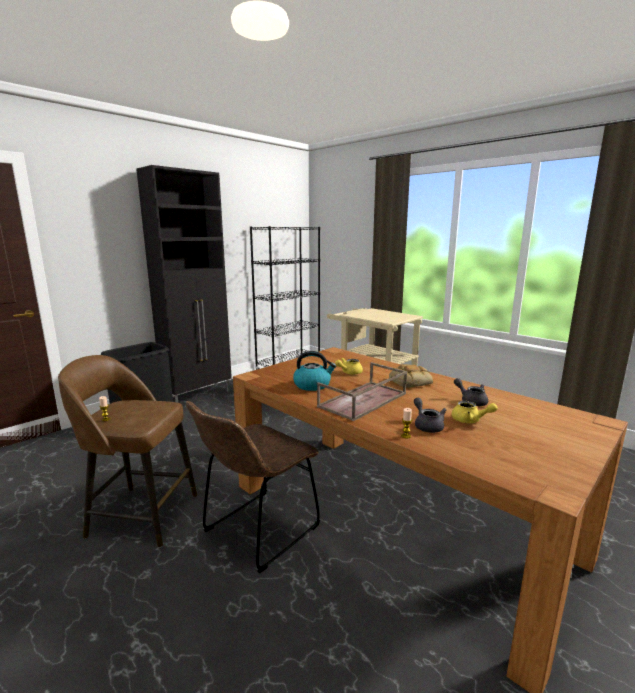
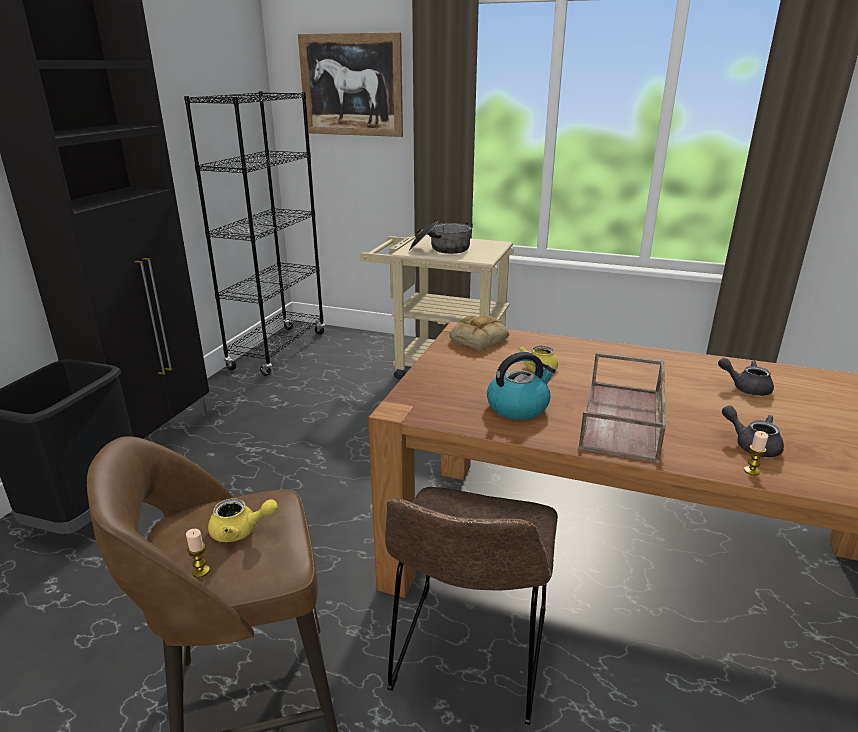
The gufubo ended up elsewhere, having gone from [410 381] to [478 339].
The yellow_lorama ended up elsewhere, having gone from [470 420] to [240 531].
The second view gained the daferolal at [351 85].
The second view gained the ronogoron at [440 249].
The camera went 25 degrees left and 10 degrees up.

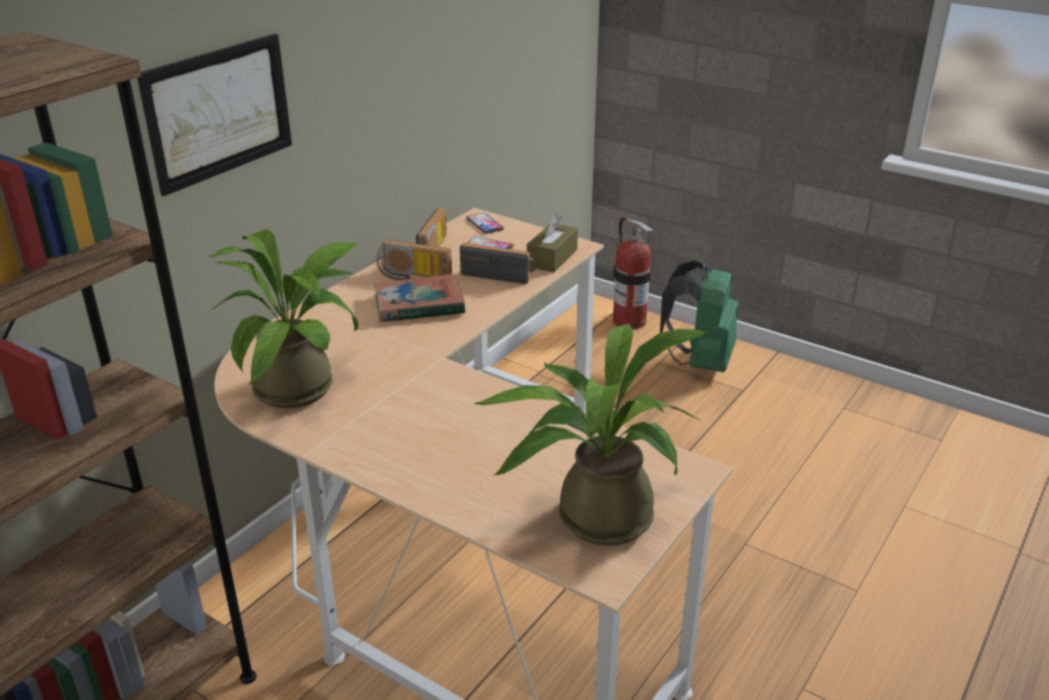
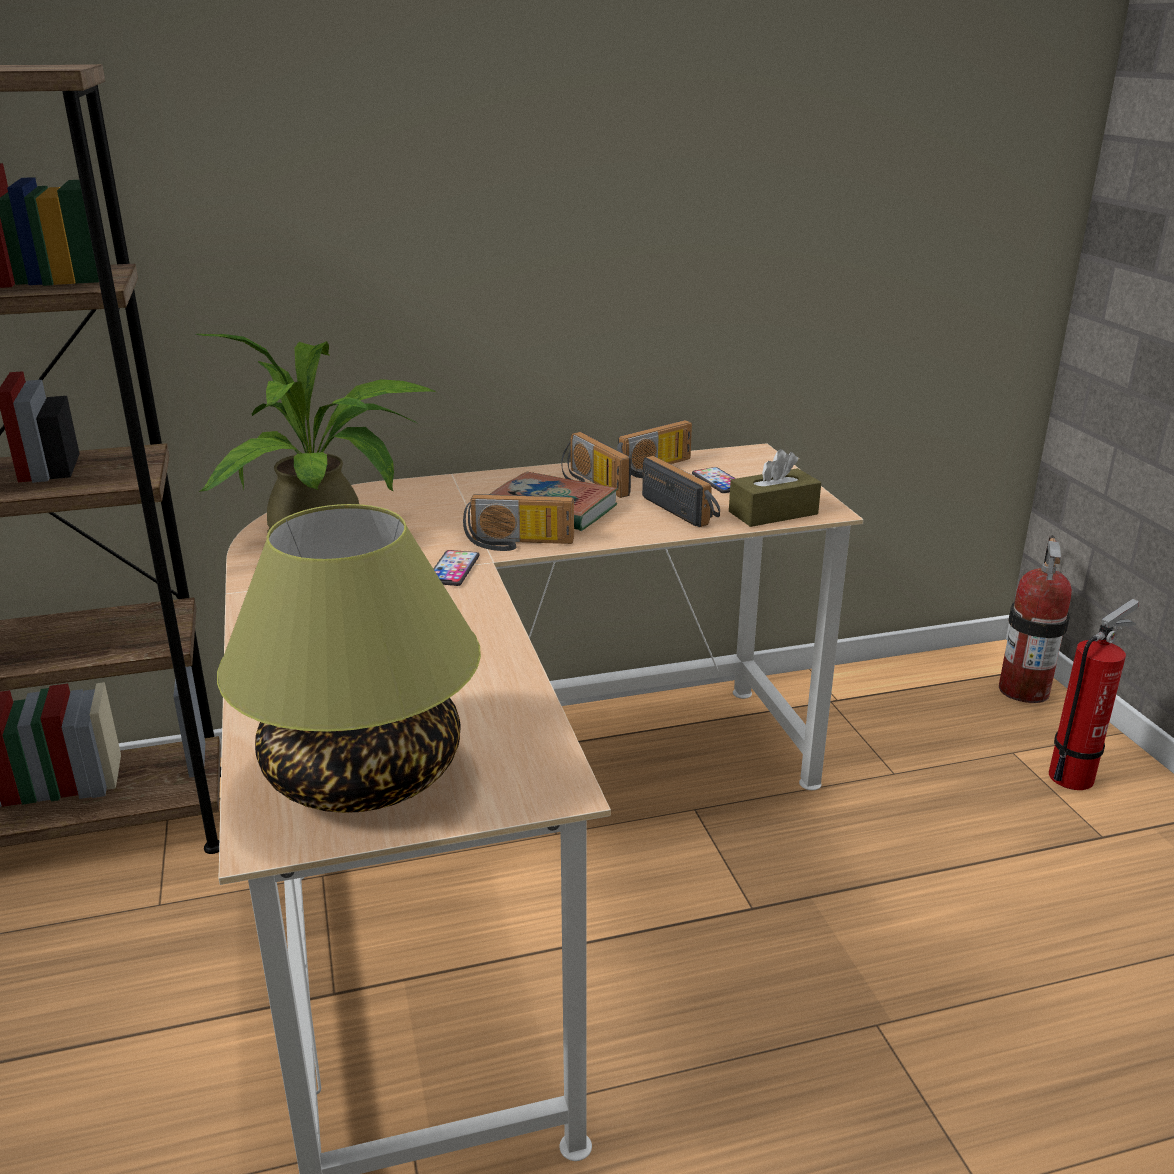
The second view lost the daferolal at [219 112].
The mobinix ended up elsewhere, having gone from [484 224] to [453 569].
Where the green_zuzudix stood at [700 361], the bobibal came to stand at [1075 775].
Where the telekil stood at [592 516], the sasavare came to stand at [364 773].
The second view gained the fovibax at [518 544].
The camera went 40 degrees right and 5 degrees down.

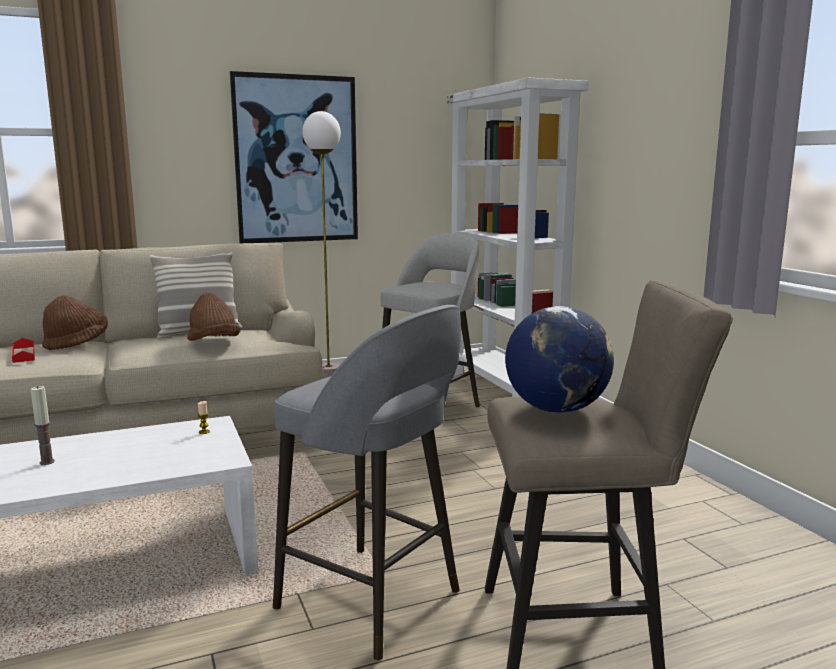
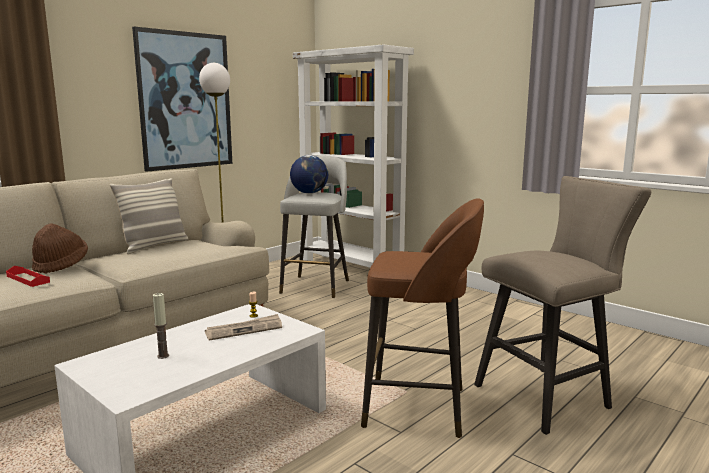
The second view lost the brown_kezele at [214 343].
What was the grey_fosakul at [372 601] turned into the brown_fosakul at [418 408].
The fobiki ended up elsewhere, having gone from [556 409] to [309 193].
The second view gained the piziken at [244 330].
The camera went 25 degrees left and 0 degrees up.

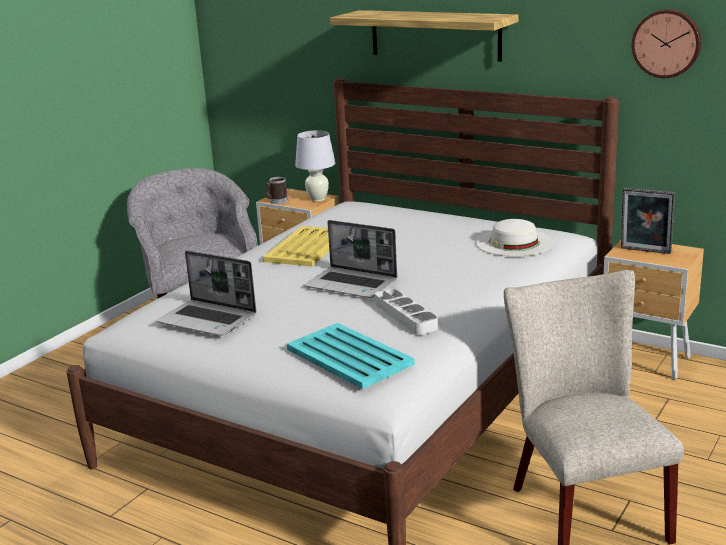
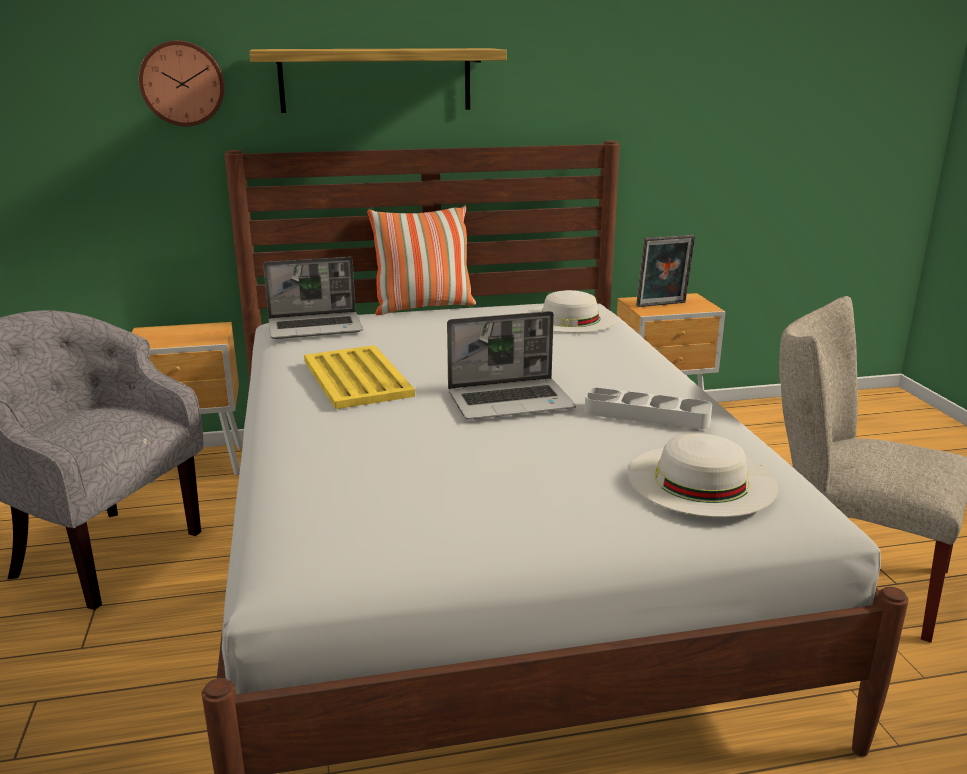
The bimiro ended up elsewhere, having gone from [667 43] to [183 83].
The second view lost the white_sasavare at [318 199].
The second view lost the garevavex at [277 201].
The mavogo ended up elsewhere, having gone from [209 319] to [316 327].
Where the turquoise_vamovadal stood at [349 357], the white_kezele came to stand at [701 480].
The second view gained the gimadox at [423 307].
The camera went 45 degrees left and 0 degrees up.

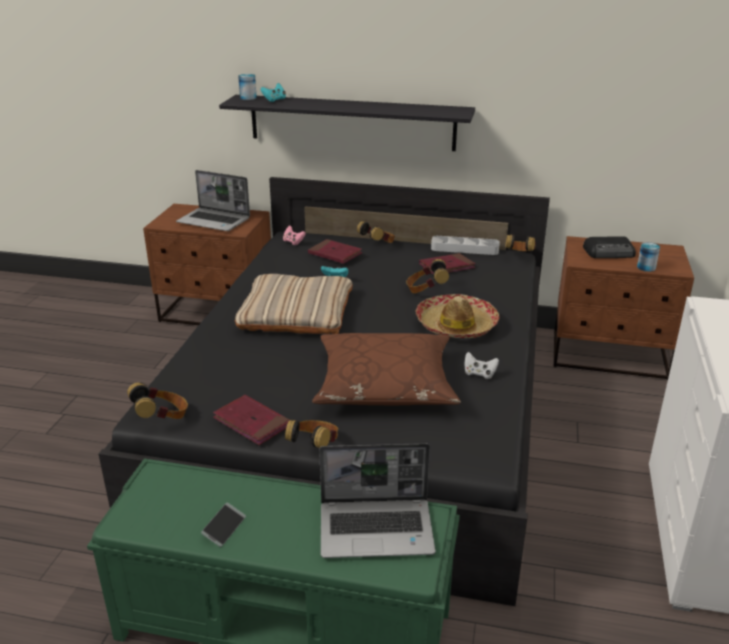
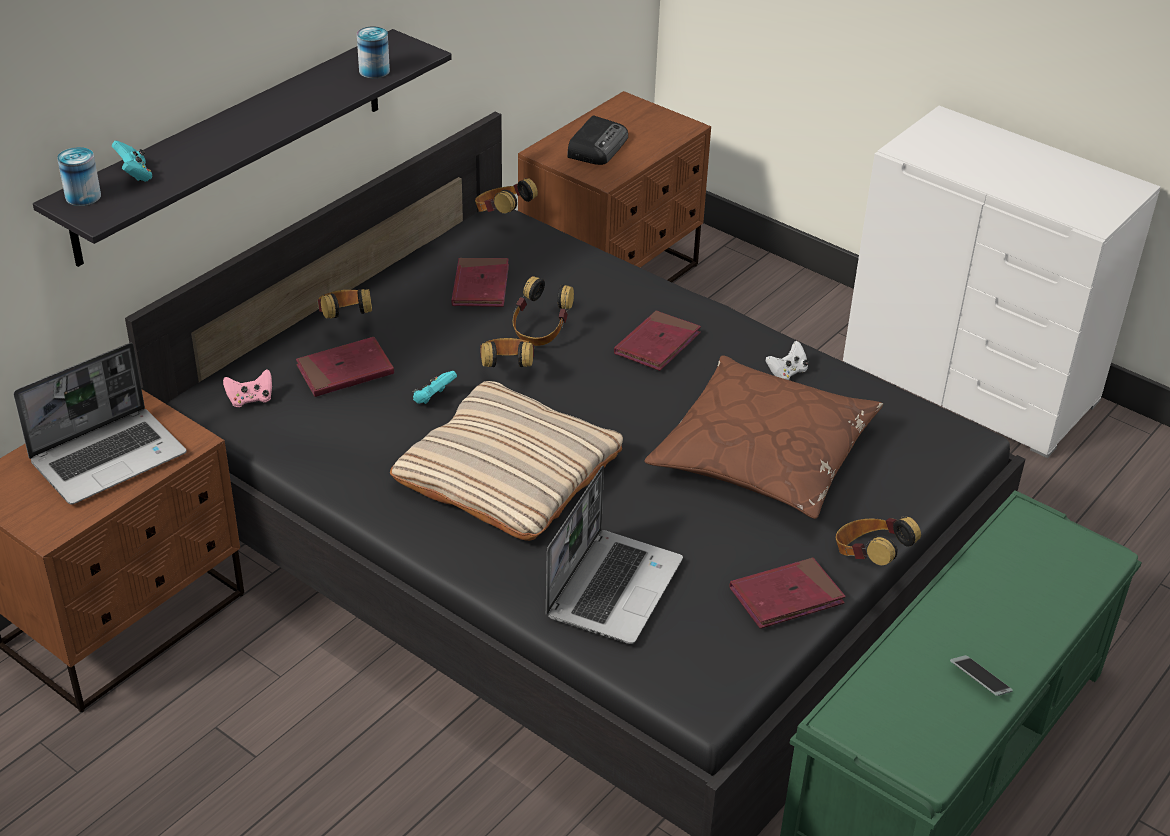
The second view lost the grey_vamovadal at [464 249].
The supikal ended up elsewhere, having gone from [646 267] to [374 71].
Where the kezele stood at [456 325], the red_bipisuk came to stand at [657 344].
The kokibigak ended up elsewhere, having gone from [162 418] to [507 370].
The mavogo ended up elsewhere, having gone from [377 529] to [613 587].
The camera went 65 degrees left and 10 degrees up.

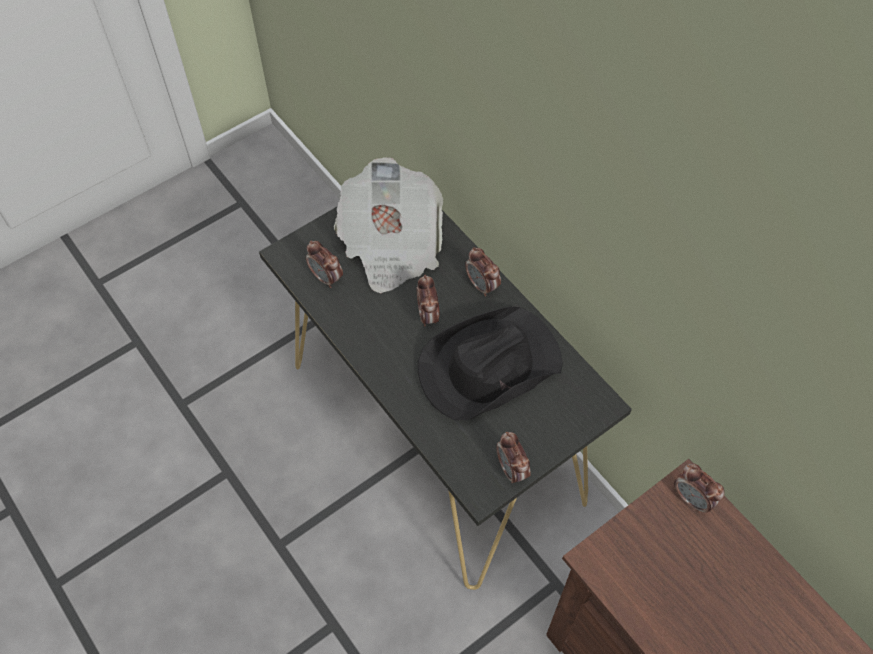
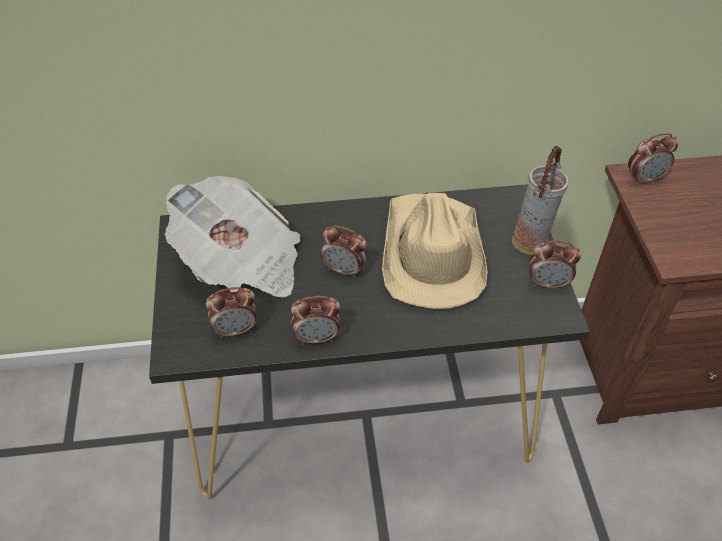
The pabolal ended up elsewhere, having gone from [482 285] to [317 338].
What was the black_kezele at [488 367] turned into the beige_kezele at [431 253].
The second view gained the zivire at [531 243].
The camera went 60 degrees left and 10 degrees down.

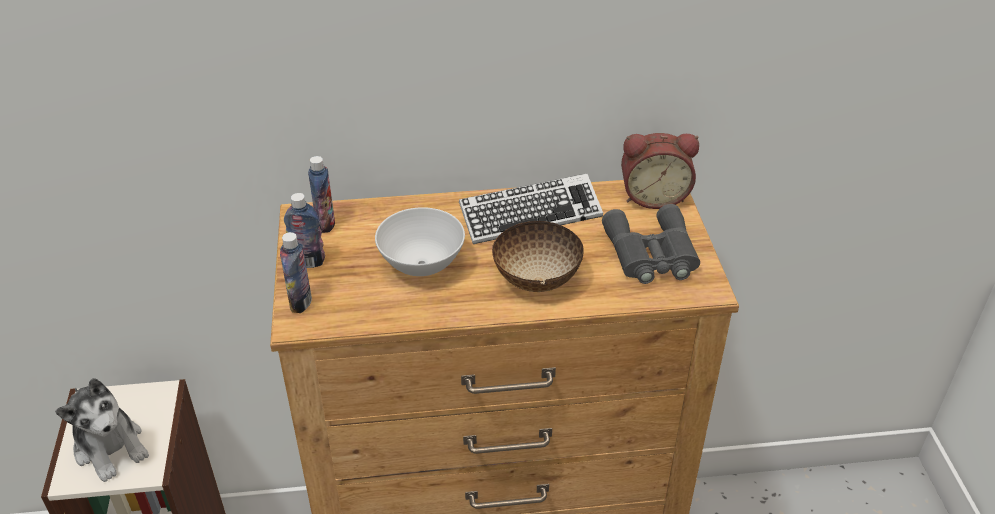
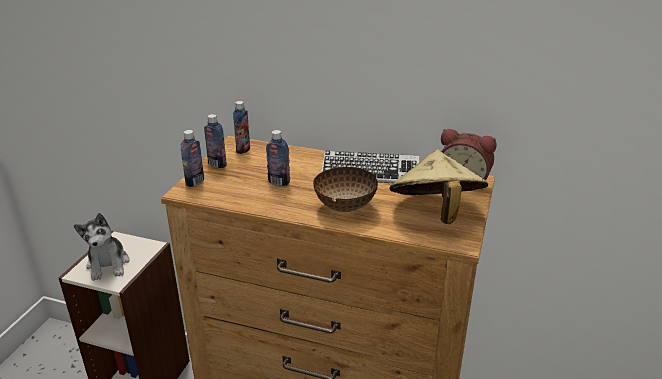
Where the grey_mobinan stood at [651 255], the beige_kezele came to stand at [435 213].
Where the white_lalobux stood at [421 266], the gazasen came to stand at [279 182].
The camera went 25 degrees right and 10 degrees down.

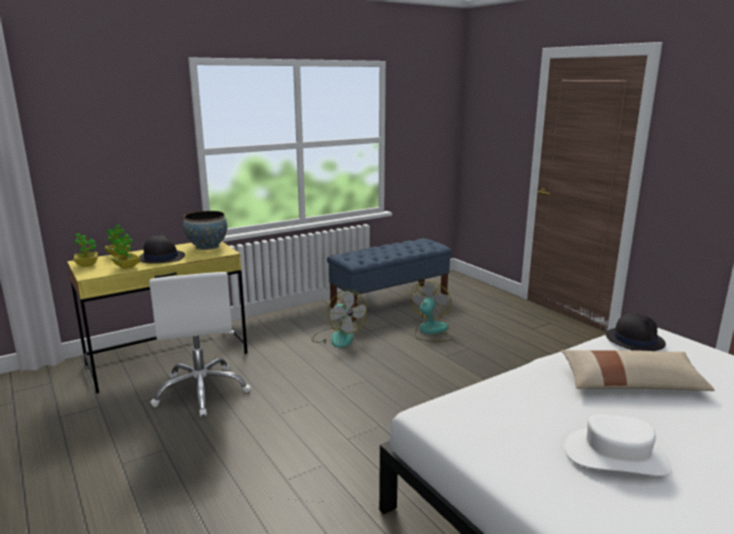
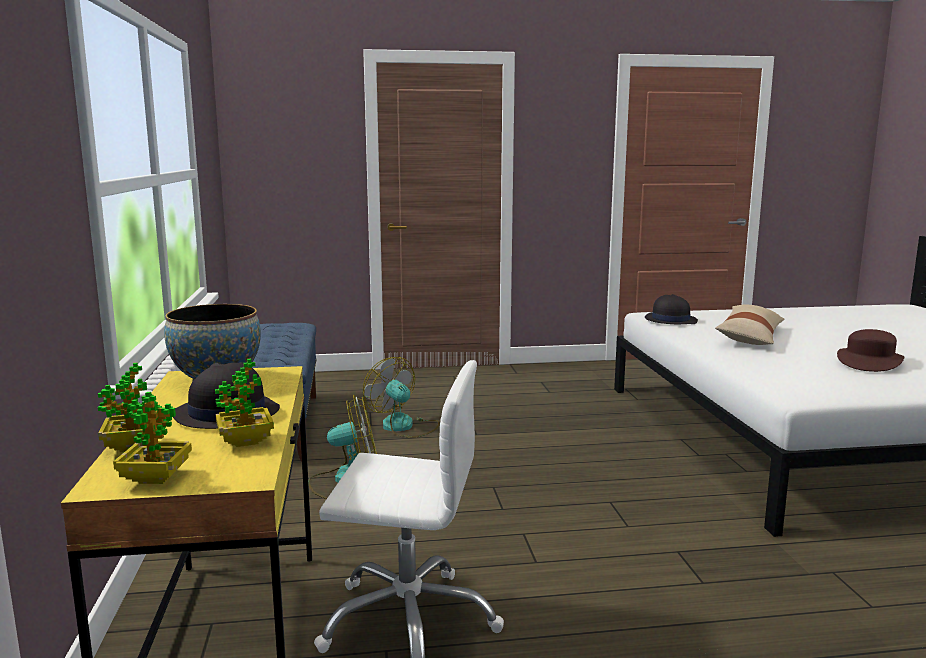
What was the white_kezele at [616 456] turned into the brown_kezele at [869 361].
The camera went 65 degrees left and 5 degrees down.

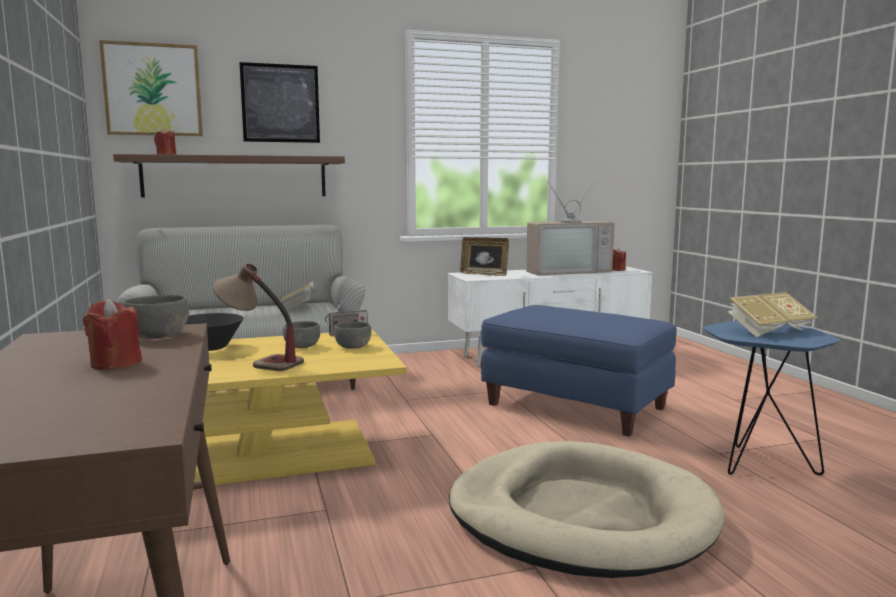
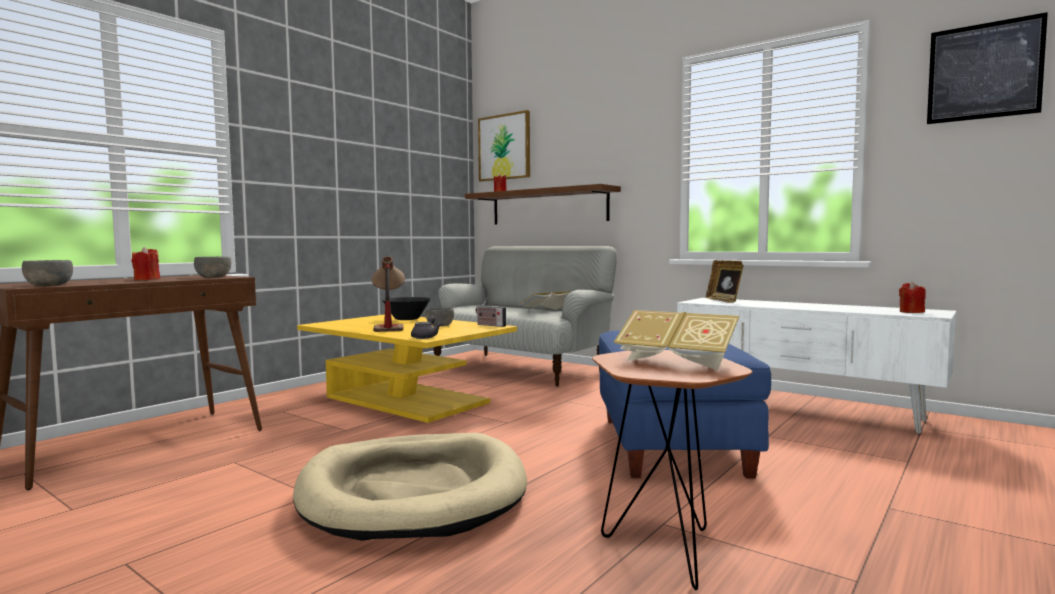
The daferolal ended up elsewhere, having gone from [280 103] to [984 71].
The second view lost the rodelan at [567 271].
What was the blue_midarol at [757 464] turned into the brown_midarol at [665 547].
The grey_lalobux ended up elsewhere, having gone from [352 346] to [49 285].
The second view gained the grey_lorama at [426 337].
The camera went 55 degrees right and 5 degrees down.

